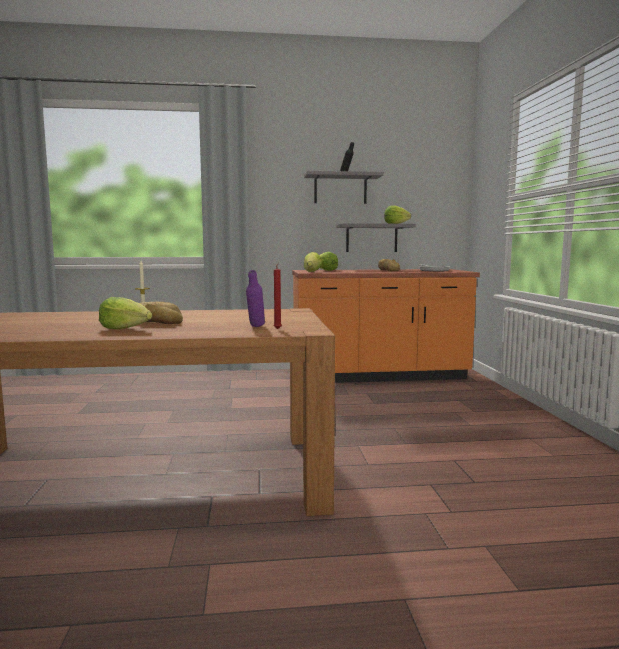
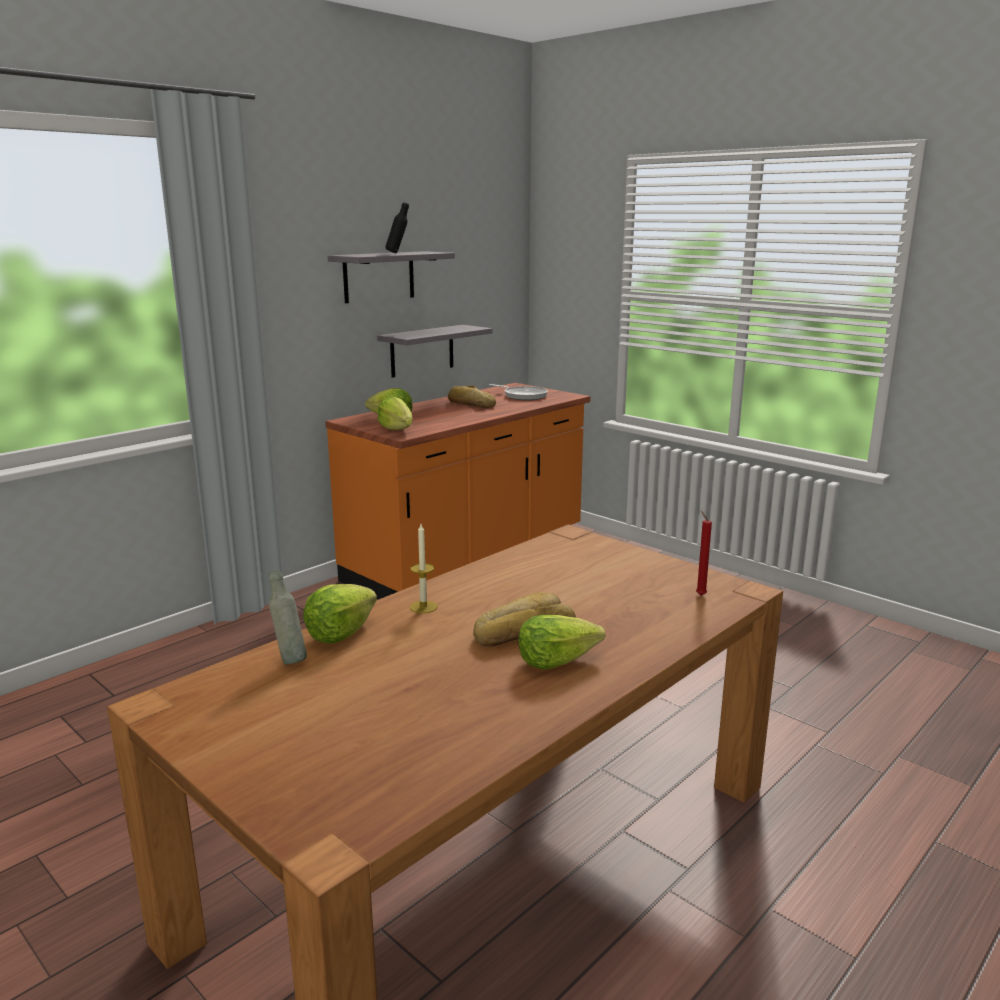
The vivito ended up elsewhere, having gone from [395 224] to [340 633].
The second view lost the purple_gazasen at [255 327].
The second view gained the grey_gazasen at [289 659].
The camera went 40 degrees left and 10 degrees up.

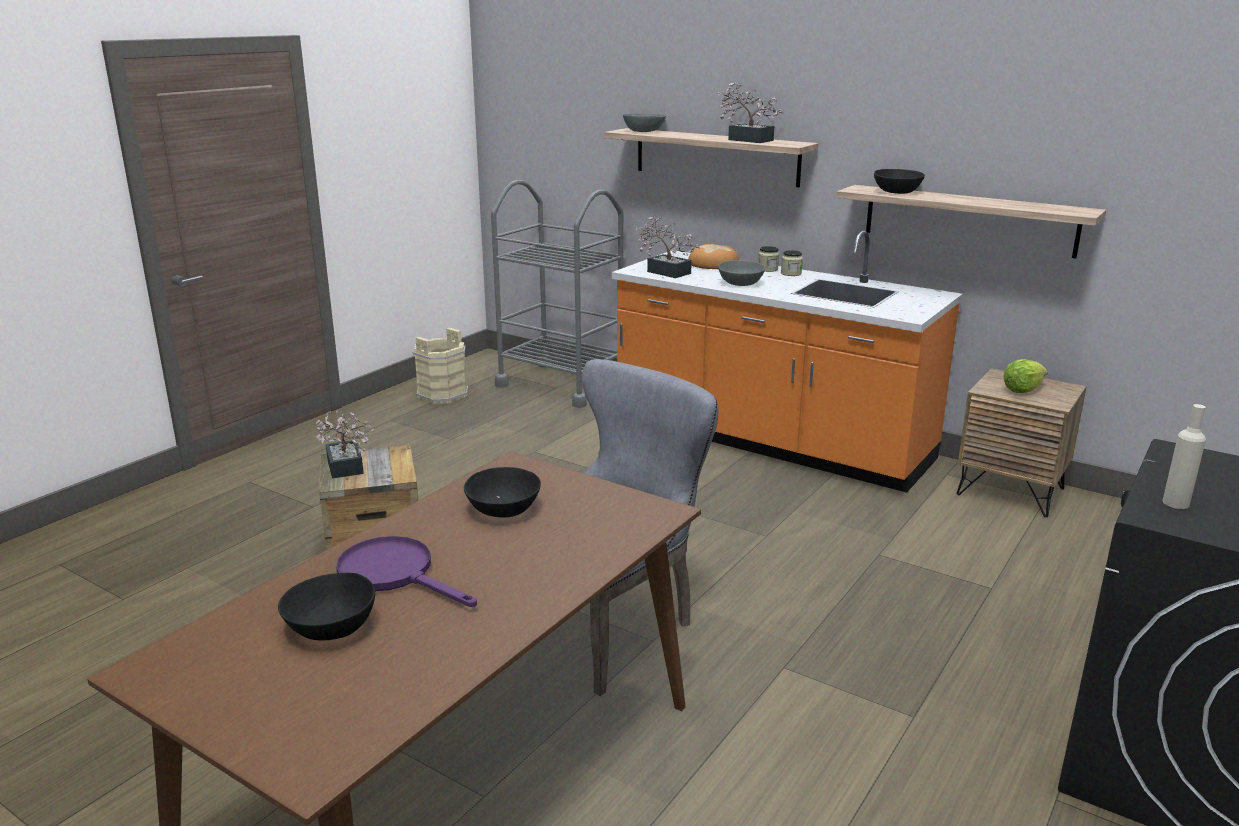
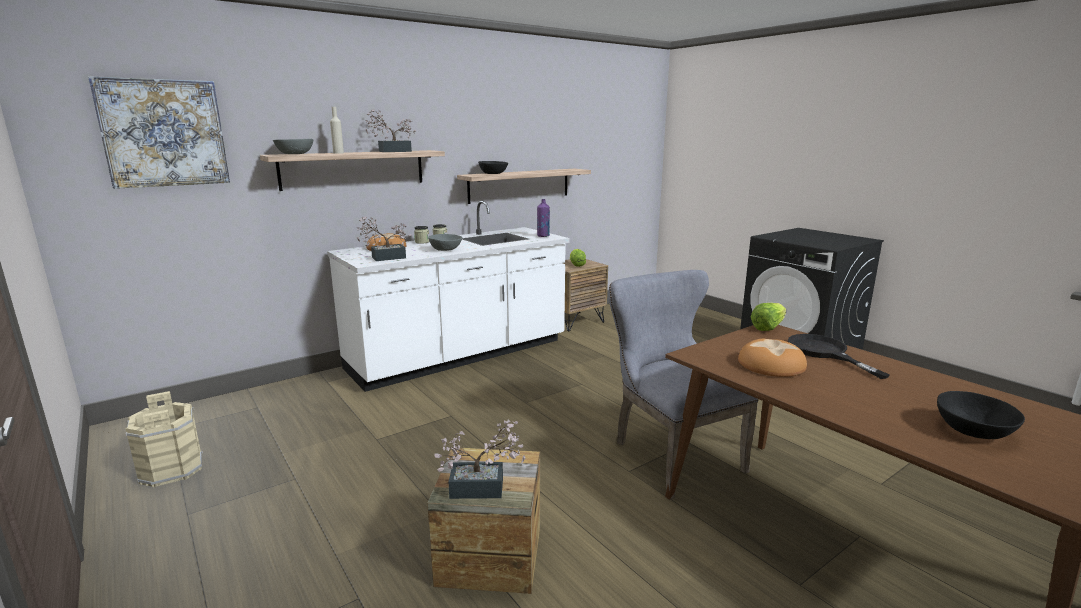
The second view lost the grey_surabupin at [561 384].
What was the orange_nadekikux at [770 441] turned into the white_nadekikux at [460 355].
The beige_gazasen ended up elsewhere, having gone from [1175 503] to [338 153].
Where the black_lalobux stood at [504 510], the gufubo came to stand at [771 364].
The second view lost the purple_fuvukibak at [395 574].
The second view gained the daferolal at [164 133].
The second view gained the purple_gazasen at [543 236].
The second view gained the vivito at [768 327].
The second view gained the black_fuvukibak at [824 353].
The camera went 70 degrees left and 5 degrees down.

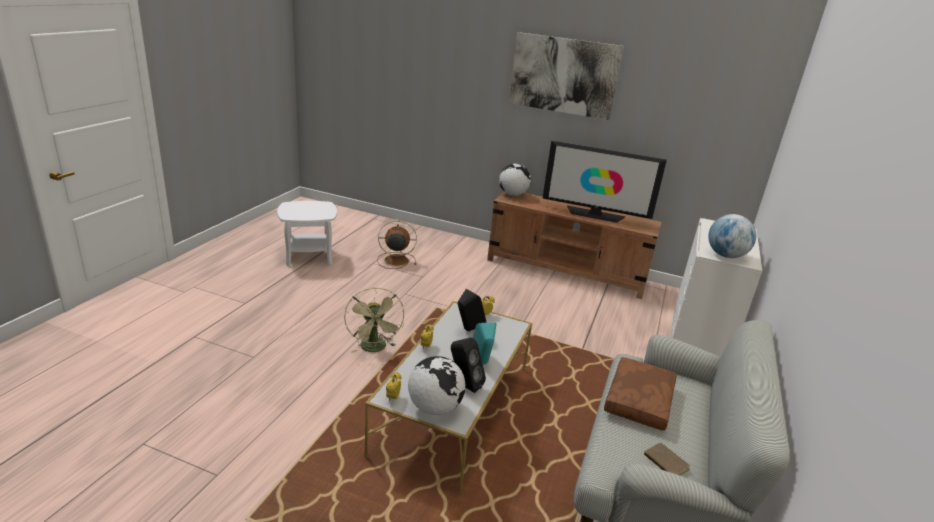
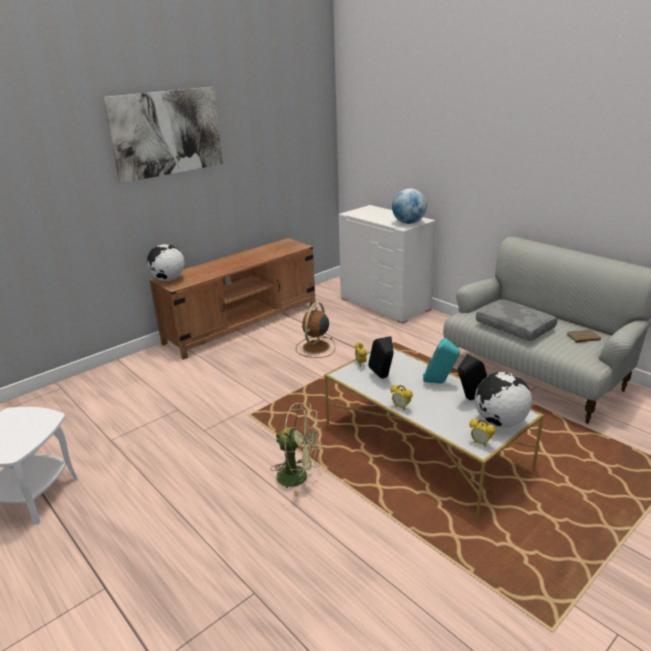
The second view lost the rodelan at [594 215].
The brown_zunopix ended up elsewhere, having gone from [395 260] to [315 347].
What was the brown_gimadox at [640 401] turned into the grey_gimadox at [515 327].
The camera went 60 degrees left and 0 degrees up.

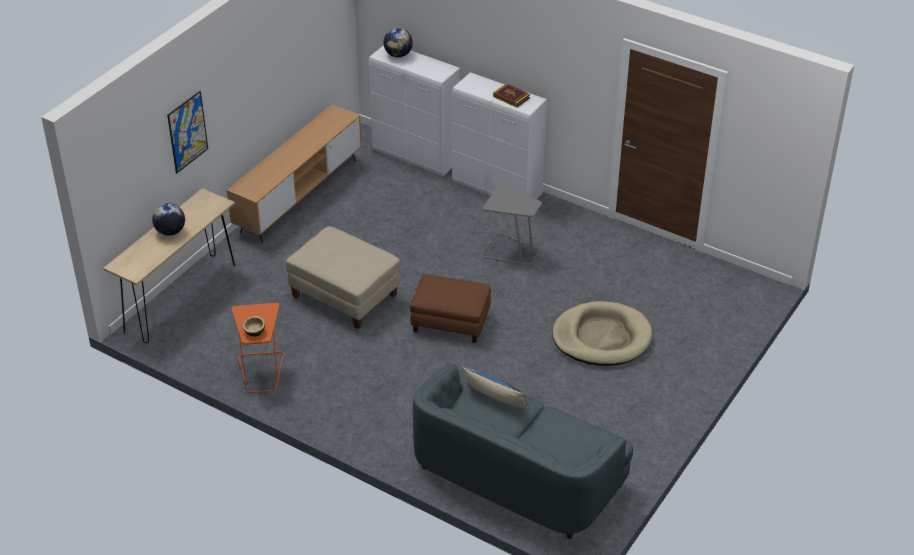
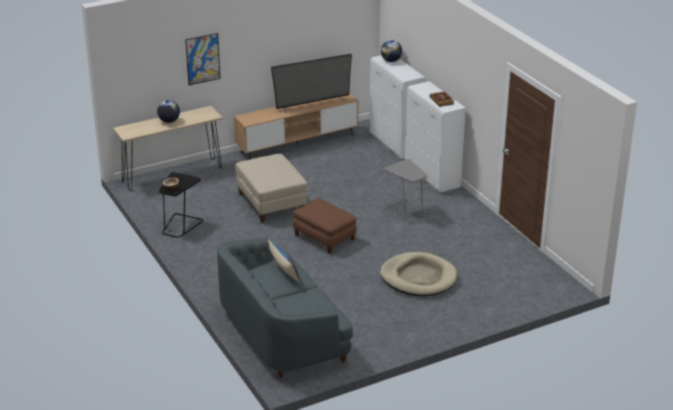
What was the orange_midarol at [261 371] turned into the black_midarol at [180 226].
The second view gained the rodelan at [312 104].
The camera went 30 degrees right and 10 degrees down.

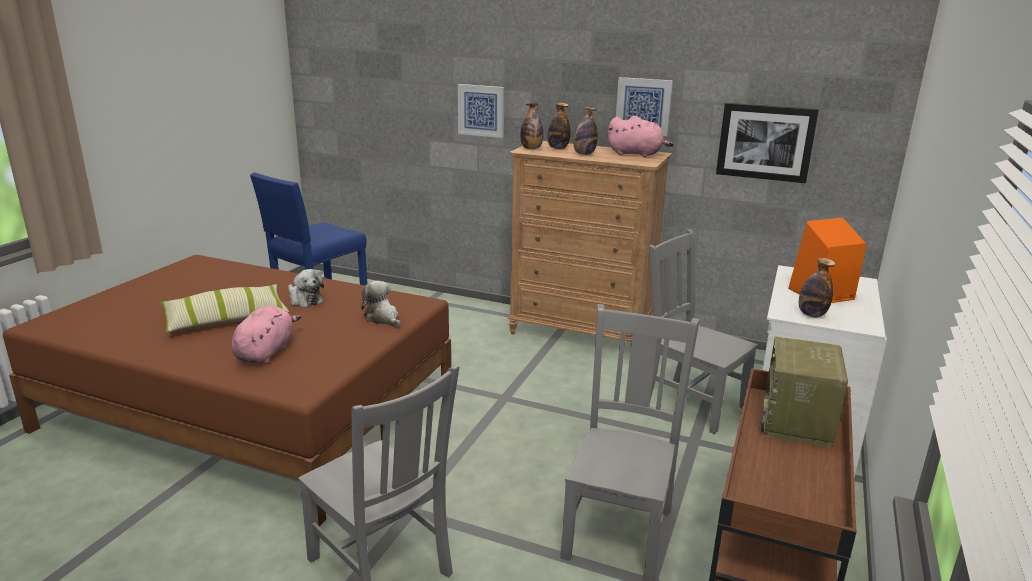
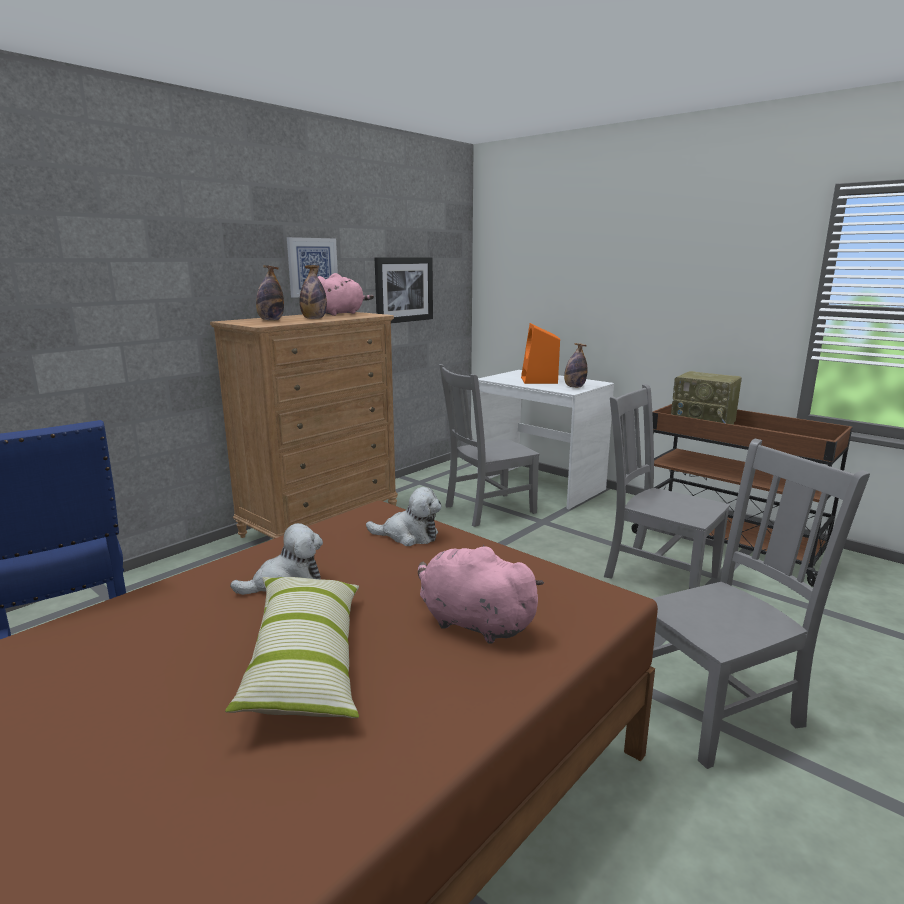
The second view lost the daferolal at [481 110].
The second view lost the gazasen at [531 149].
The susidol at [382 318] ended up facing another way, 150 degrees counterclockwise from before.
The camera went 70 degrees left and 5 degrees down.

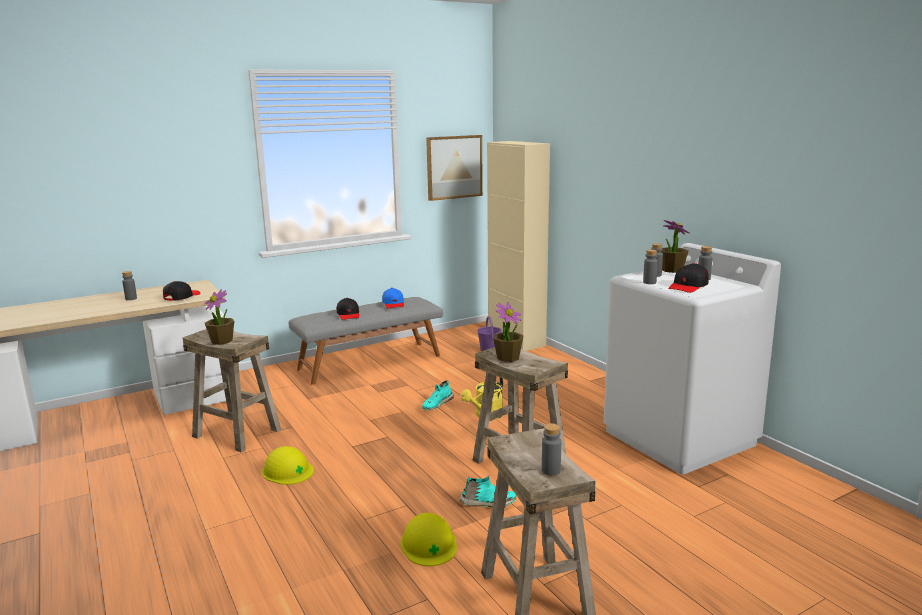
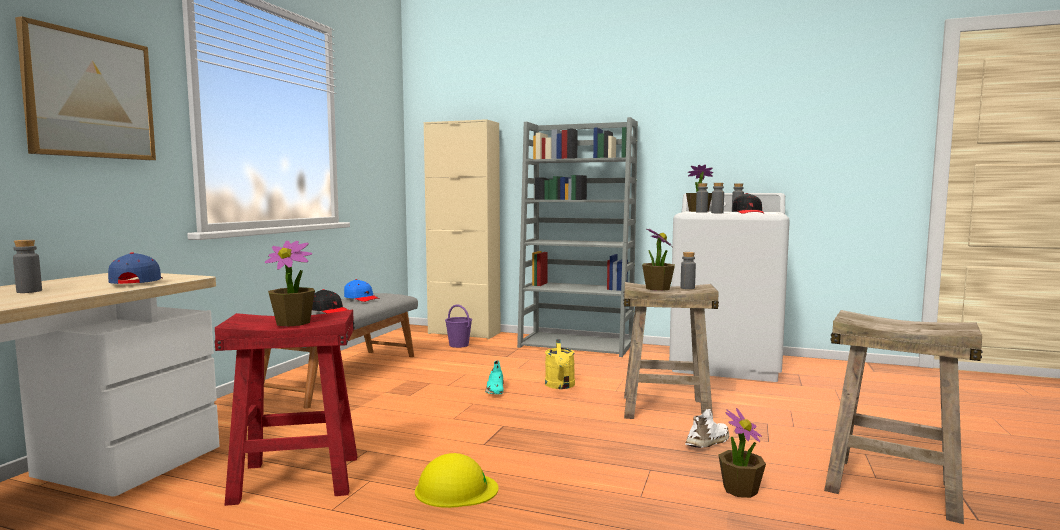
The daferolal ended up elsewhere, having gone from [454 167] to [89 96].
What was the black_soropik at [181 297] turned into the blue_soropik at [137 282].
What was the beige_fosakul at [237 433] turned into the red_fosakul at [297 478].
The grey_gazasen ended up elsewhere, having gone from [551 470] to [687 288].
What was the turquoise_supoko at [488 503] turned into the white_supoko at [709 442].
Where the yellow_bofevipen stood at [429 544], the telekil came to stand at [740 489].
The second view gained the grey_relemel at [577 345].
The camera went 40 degrees left and 10 degrees down.

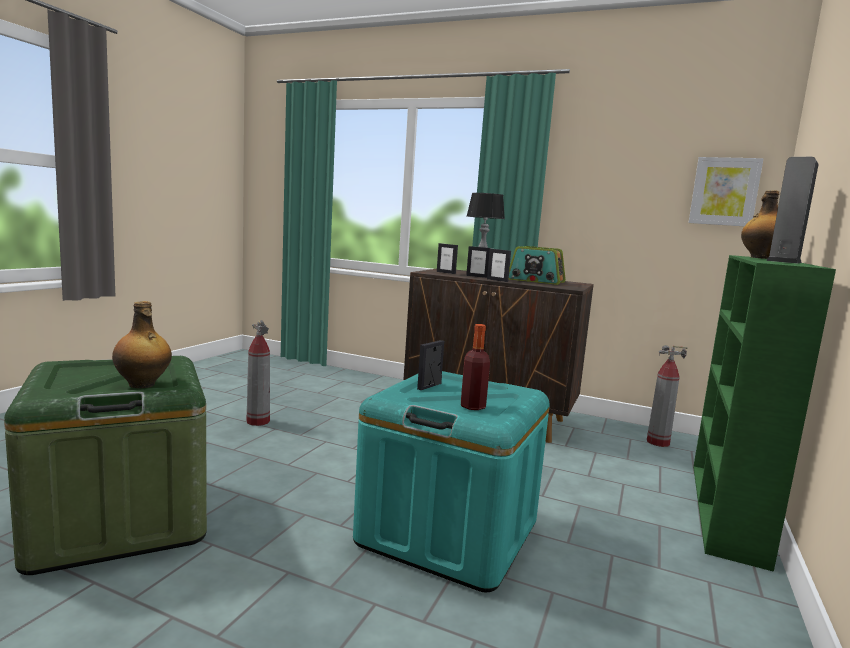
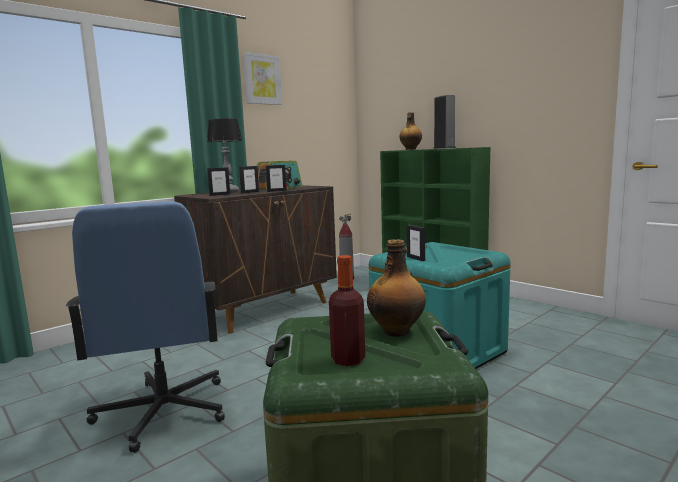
The daferolal ended up elsewhere, having gone from [724 191] to [262 79].
Where the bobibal stood at [258 421], the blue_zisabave came to stand at [162 412].
The gazasen ended up elsewhere, having gone from [473 406] to [348 360].
The camera went 65 degrees left and 0 degrees up.

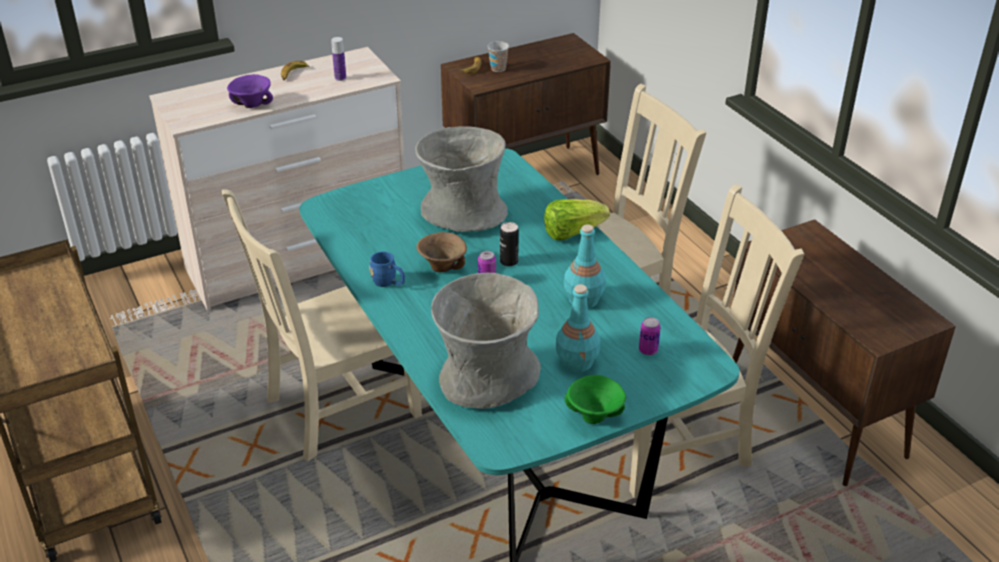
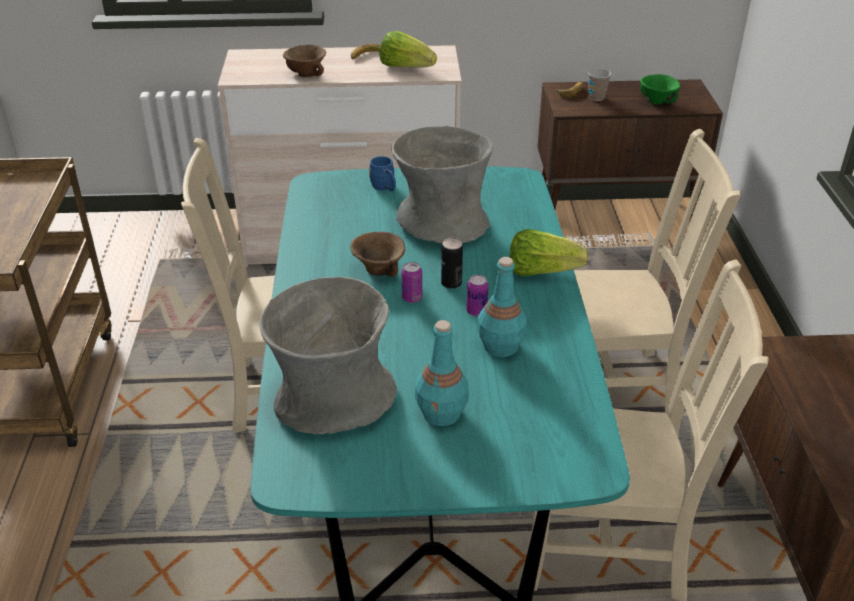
Where the gazasen stood at [340 78], the vivito came to stand at [406 67].
What was the purple_lalobux at [252 105] turned into the brown_lalobux at [307 75].
The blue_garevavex ended up elsewhere, having gone from [388 283] to [385 188].
The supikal ended up elsewhere, having gone from [648 350] to [476 311].
The green_lalobux ended up elsewhere, having gone from [593 417] to [656 102].
The camera went 25 degrees right and 0 degrees up.

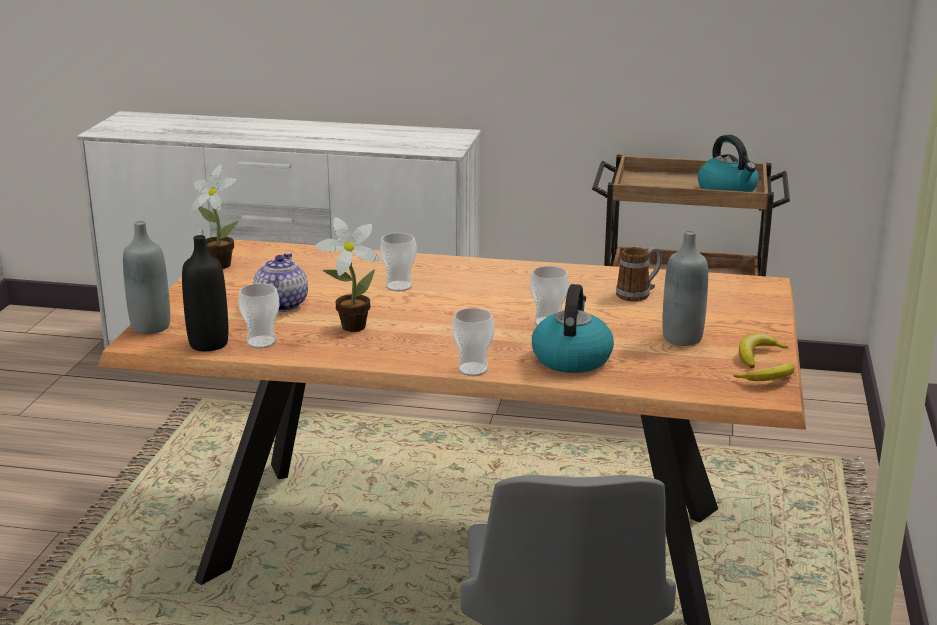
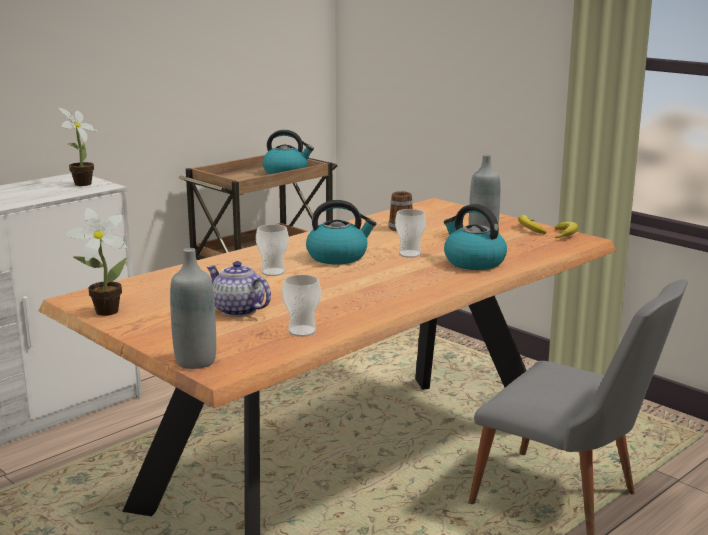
The telekil ended up elsewhere, having gone from [349 327] to [80 184].
The second view lost the black_gazasen at [208 344].
The second view lost the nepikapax at [473 369].
The second view gained the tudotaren at [338 257].
The camera went 55 degrees left and 5 degrees down.

